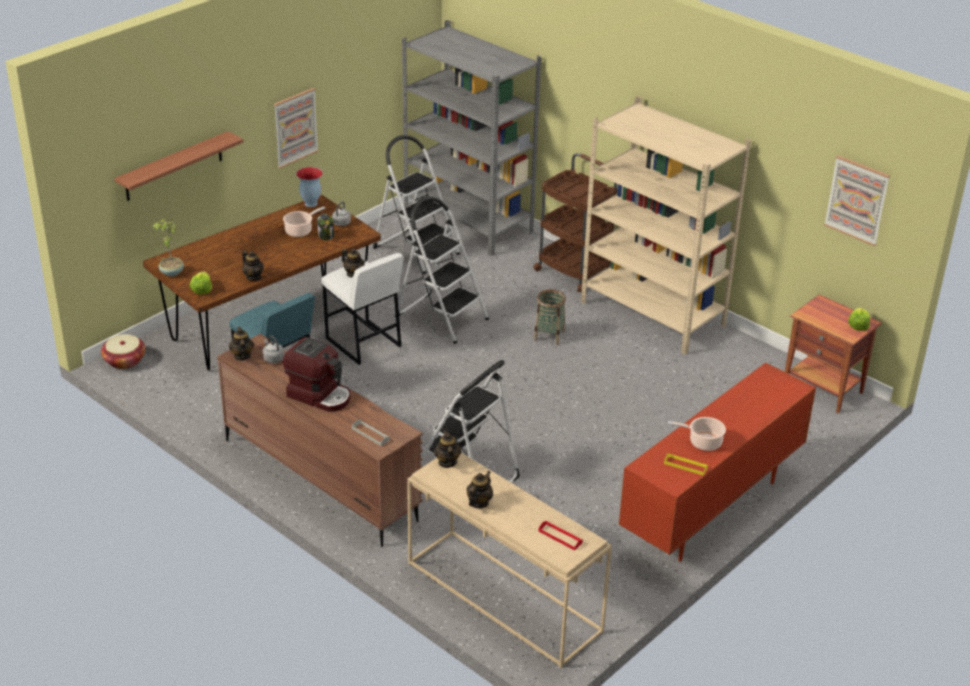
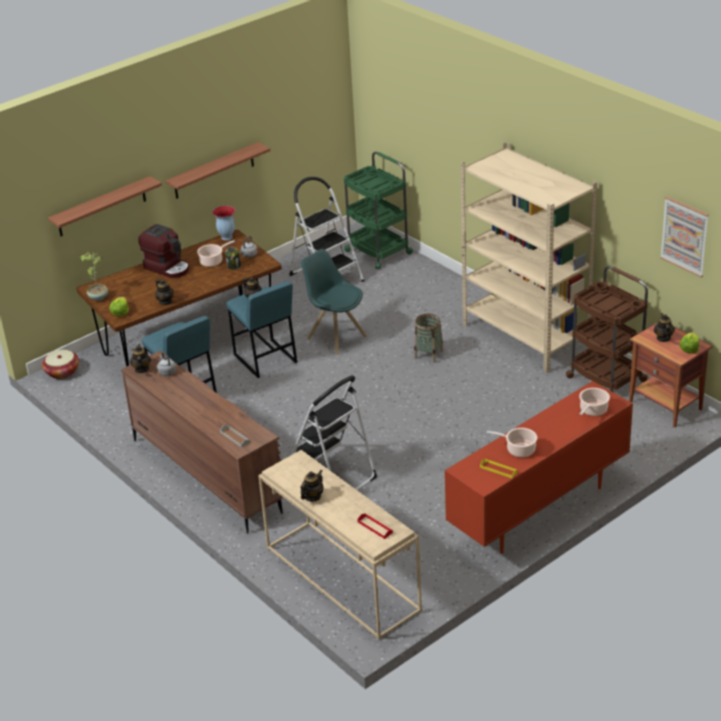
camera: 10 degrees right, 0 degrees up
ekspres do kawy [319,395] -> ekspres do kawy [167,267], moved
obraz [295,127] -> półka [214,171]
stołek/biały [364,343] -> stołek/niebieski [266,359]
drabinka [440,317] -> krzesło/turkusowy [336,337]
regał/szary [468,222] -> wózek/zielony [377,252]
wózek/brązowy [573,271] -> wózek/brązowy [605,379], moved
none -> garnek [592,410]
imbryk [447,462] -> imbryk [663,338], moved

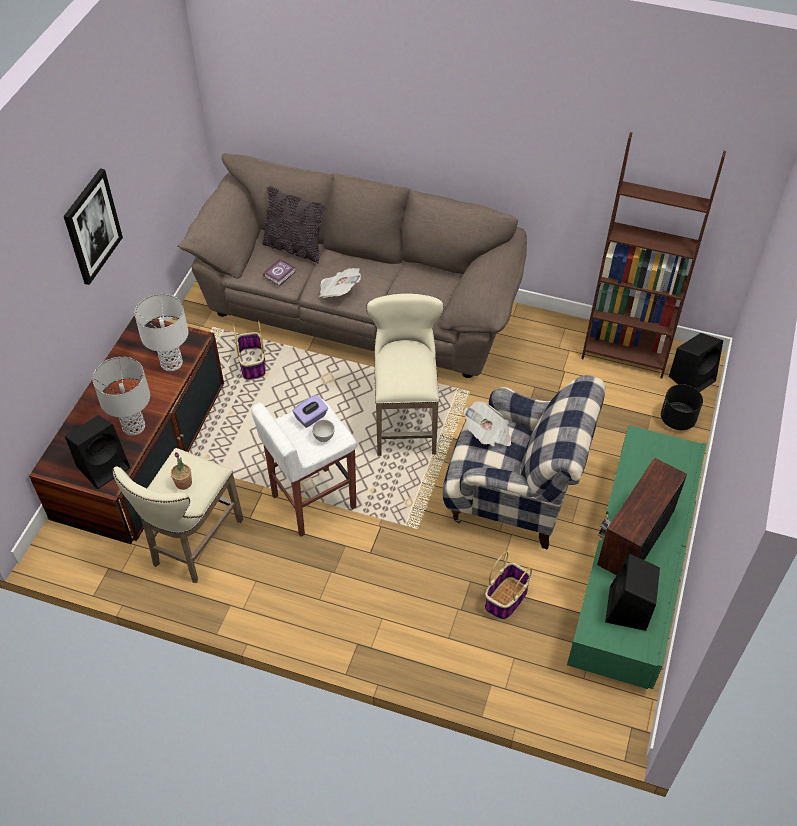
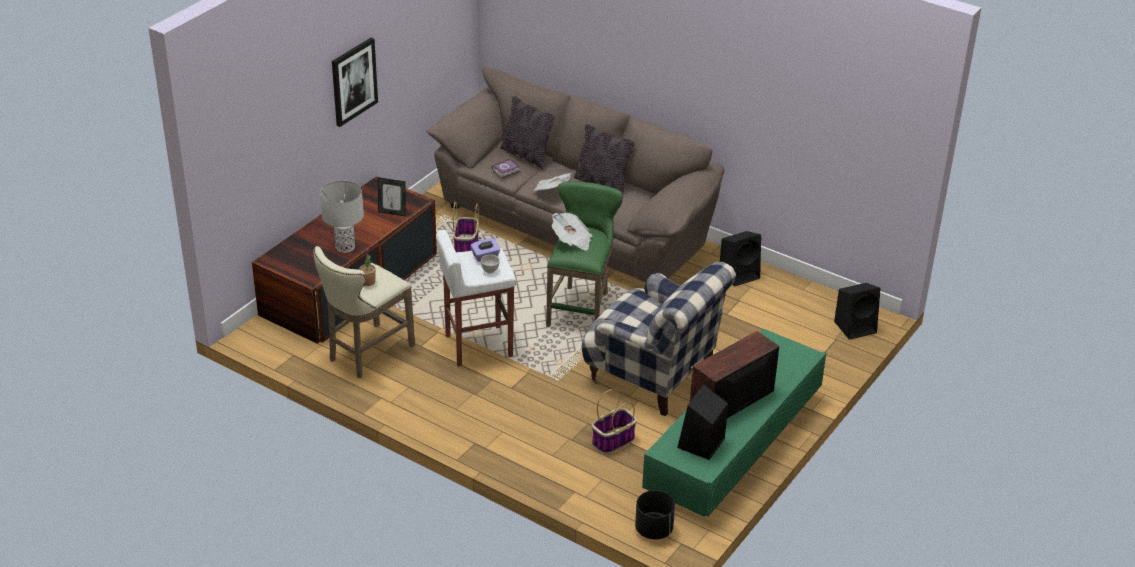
camera: 15 degrees right, 15 degrees down
lampa stołowa/biały [172,362] -> ramka na zdjęcie [392,213]
stołek/beżowy [405,420] -> stołek/zielony [581,307]
gazeta [488,434] -> gazeta [572,241], moved
none -> poduszka/czarny [602,183]
donica/czarny [677,419] -> donica/czarny [654,529], moved
głośnik/czarny [104,466] -> głośnik/czarny [740,274], moved
regał/brązowy [626,351] -> none

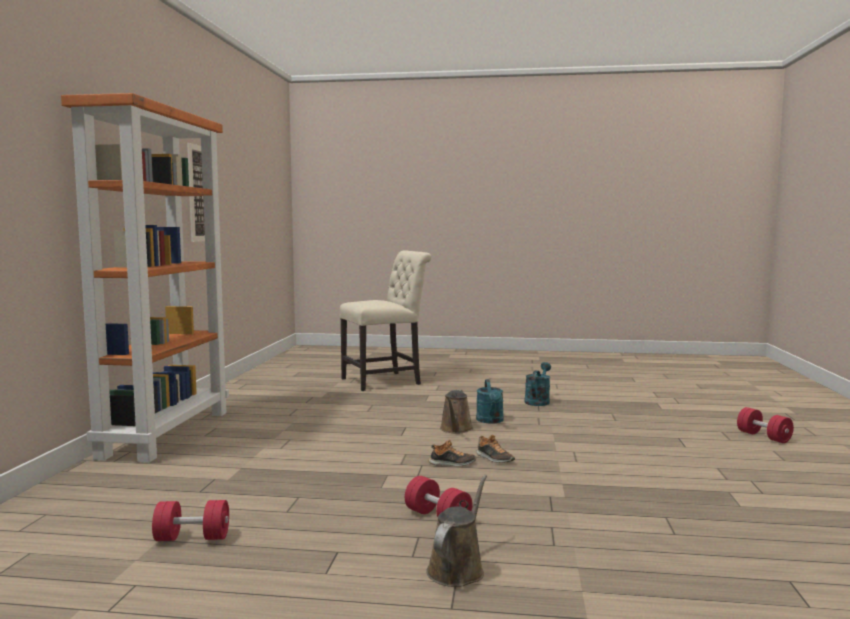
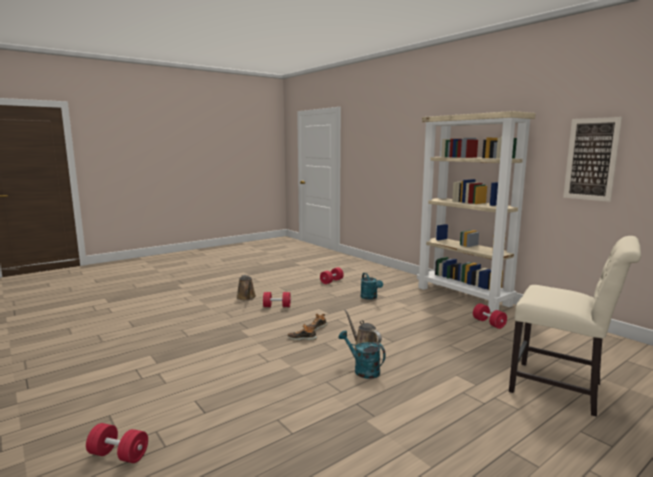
camera: 135 degrees right, 5 degrees up
konewka/turkusowy [538,401] -> konewka/turkusowy [370,297], moved
regał/pomarańczowy [166,433] -> regał/beżowy [464,296]
none -> hantel/czerwony [489,323]
krzesło/beżowy [386,381] -> krzesło/beżowy [562,390], 75 degrees counterclockwise

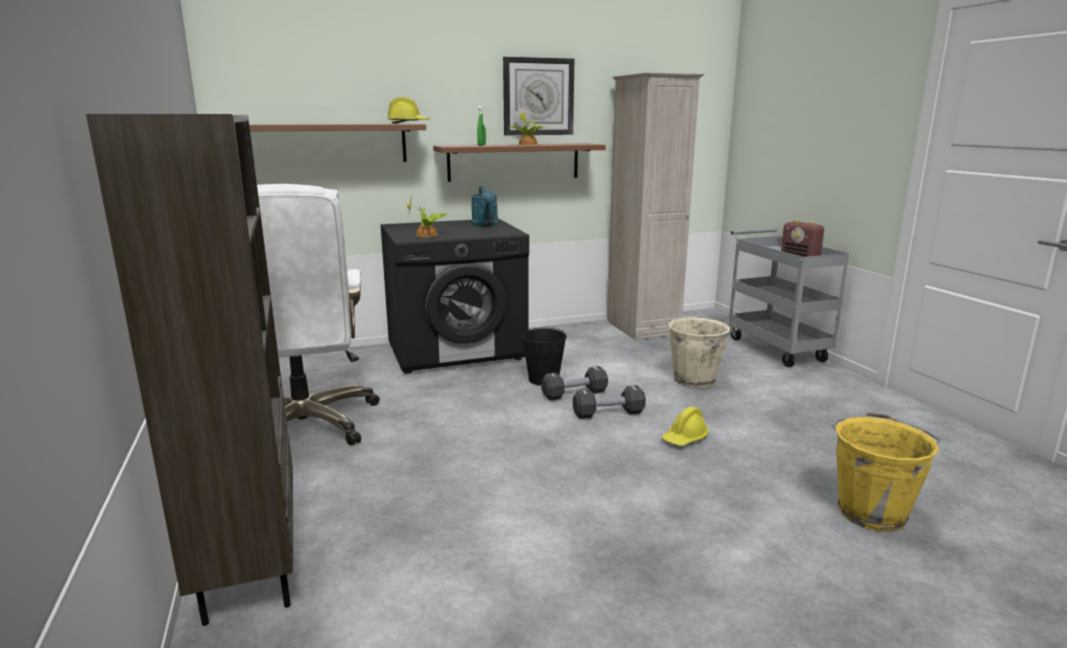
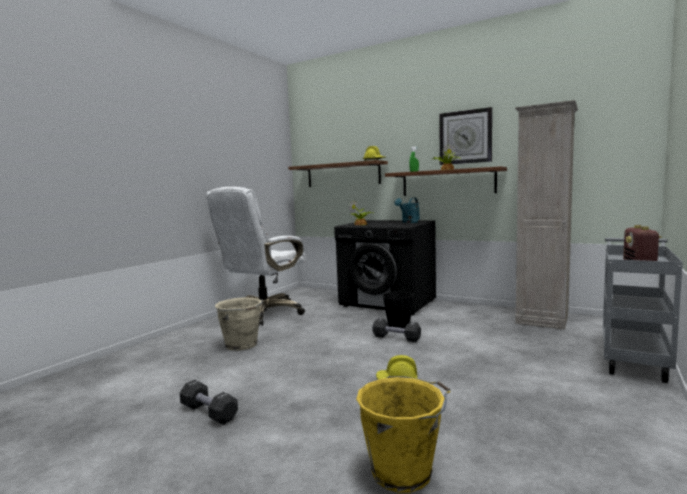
camera: 50 degrees right, 10 degrees down
hantel/czarny [608,413] -> hantel/czarny [209,413], moved
wiadro/beżowy [696,380] -> wiadro/beżowy [242,345], moved
regał/brązowy [248,564] -> none

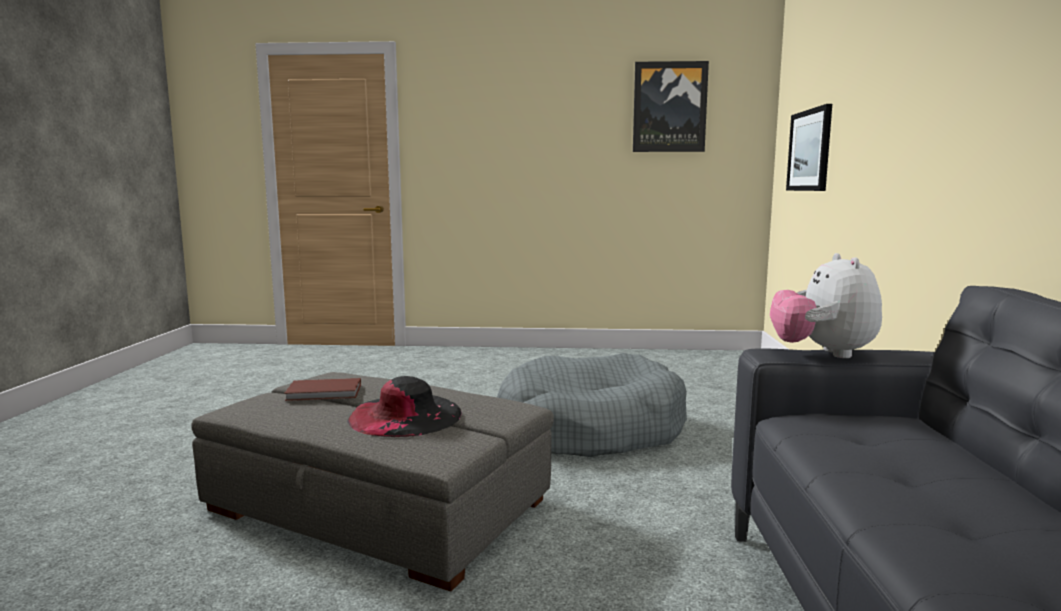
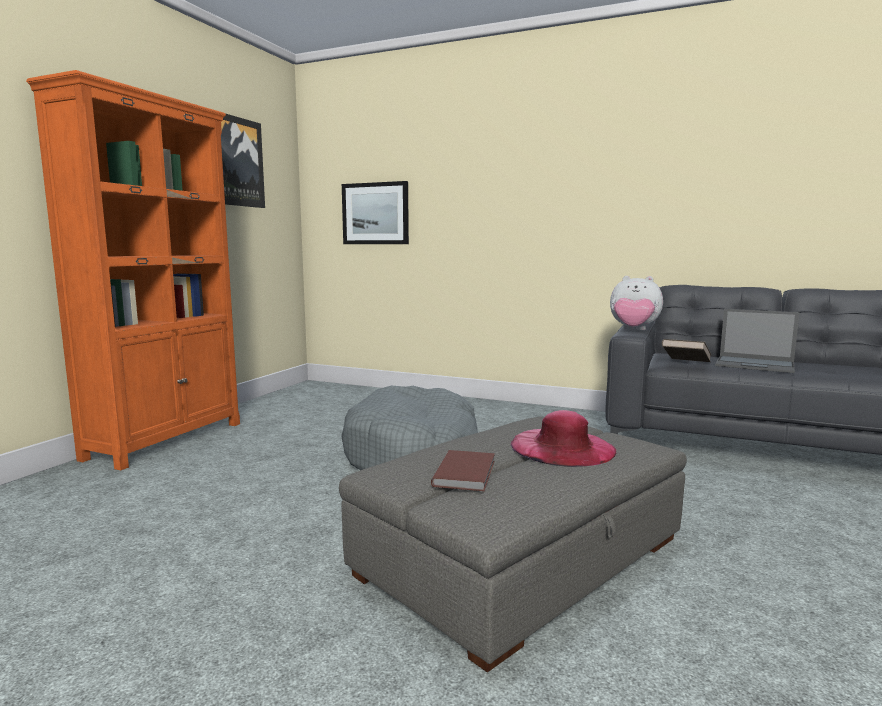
camera: 70 degrees left, 0 degrees up
none -> regał/pomarańczowy [167,440]
kapelusz/czarny [405,416] -> kapelusz/różowy [563,447]
none -> książka/brązowy [685,363]
none -> laptop [755,365]

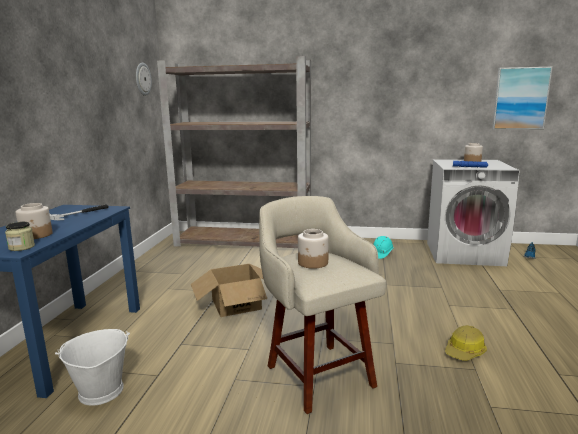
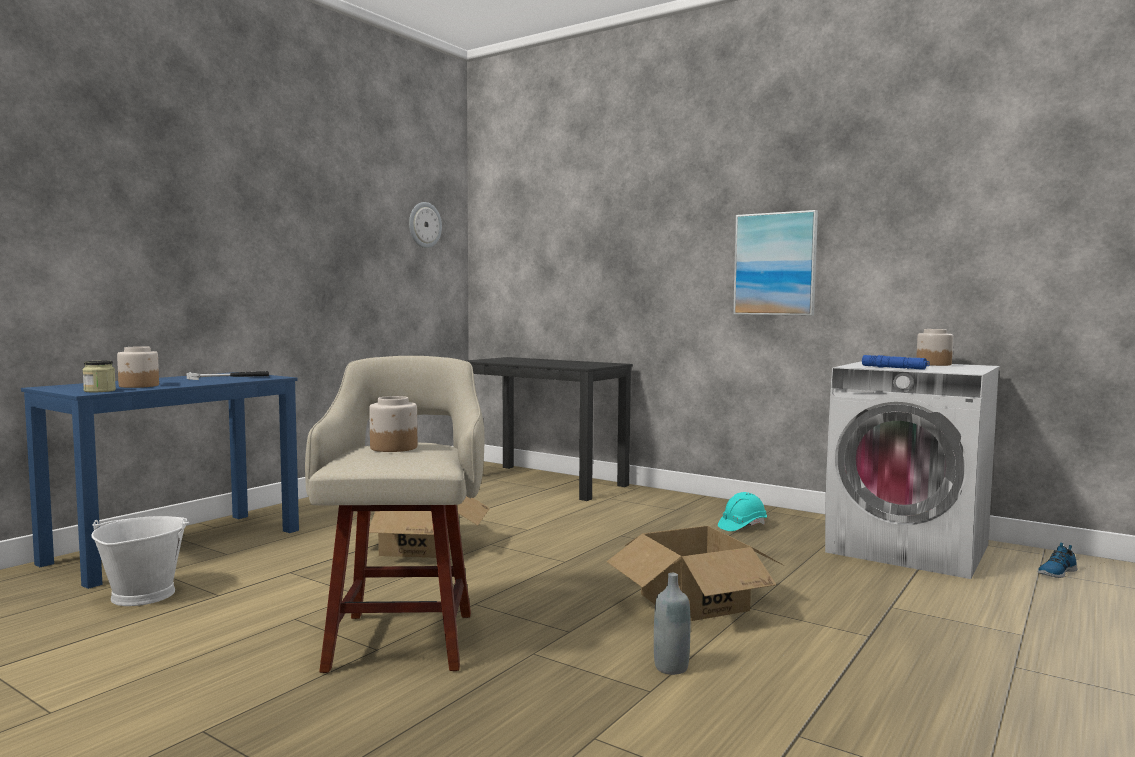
camera: 25 degrees right, 10 degrees down
regał/brązowy [244,241] -> biurko/czarny [544,482]
none -> karton [694,602]
kask [465,352] -> butelka/szary [671,667]
obraz [520,98] -> obraz [775,264], moved

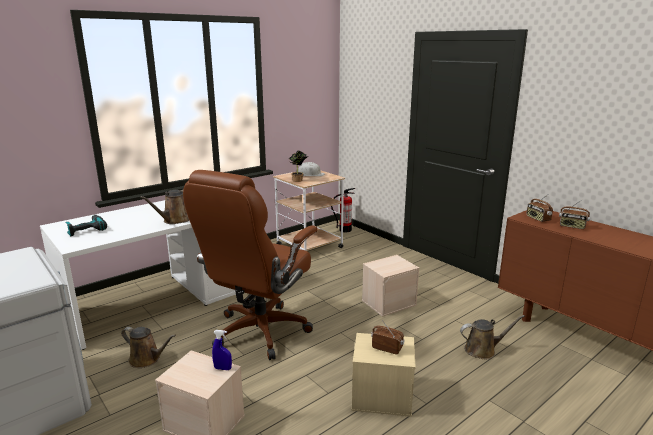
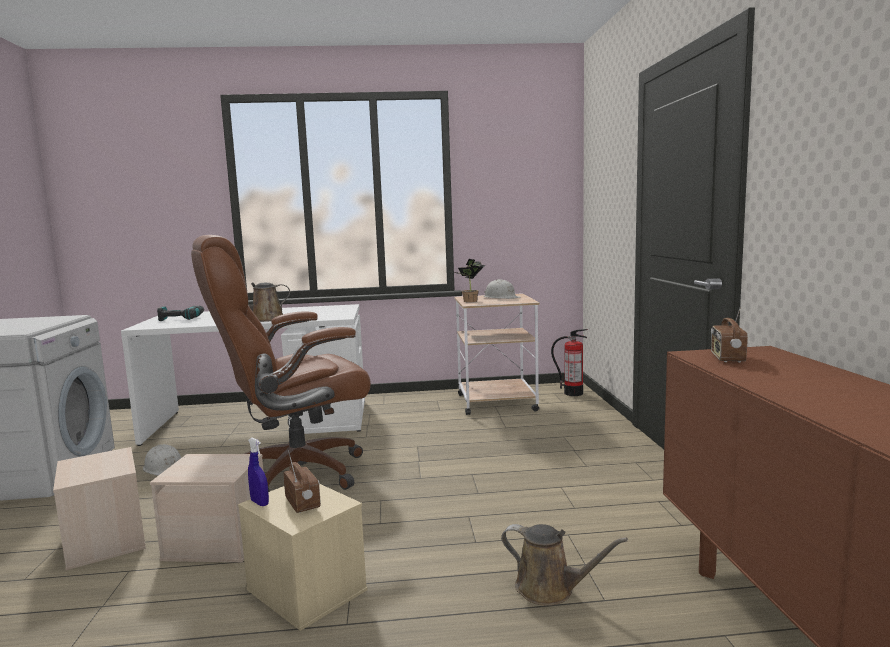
camera: 35 degrees right, 10 degrees down
konewka/brązowy [147,359] -> kask/biały [165,468]
pojemnik do przechowywania/beżowy [389,302] -> pojemnik do przechowywania/beżowy [218,542], moved
spryskiwacz/niebieski [222,368] -> spryskiwacz/niebieski [259,503], moved
radio [572,226] -> none

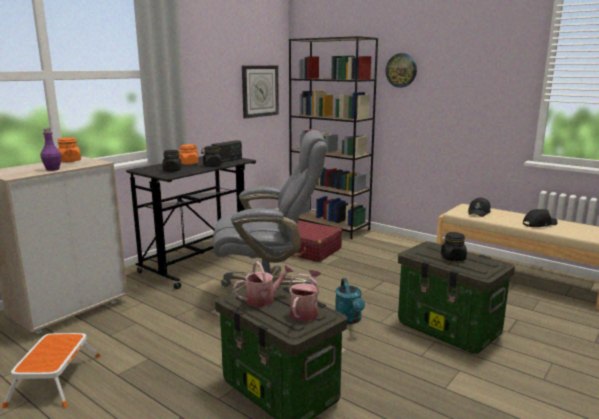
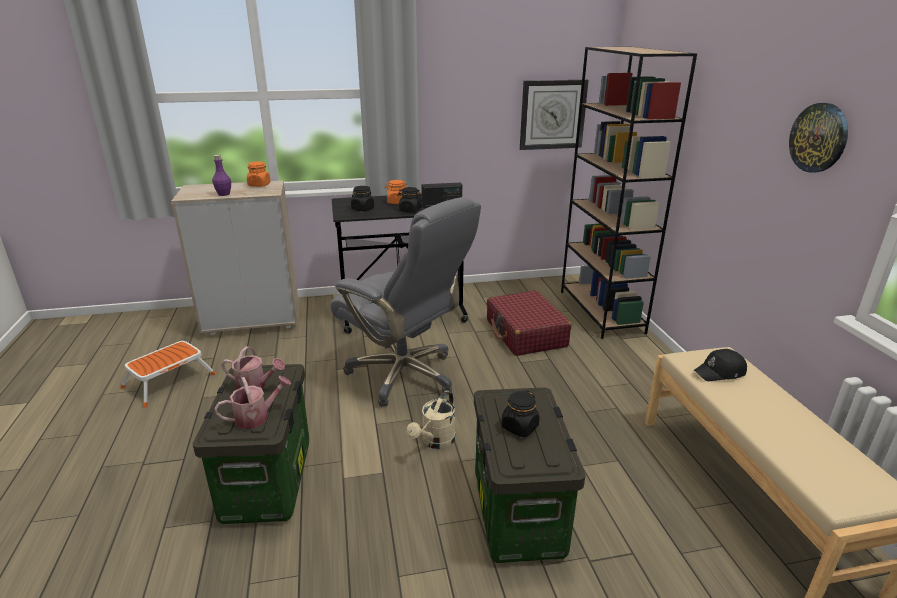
camera: 40 degrees right, 10 degrees up
konewka/turkusowy [349,320] -> konewka/beżowy [435,442]
zegar ścienny [401,70] -> zegar ścienny [819,138], moved
czapka z daszkiem/czarny [539,224] -> none

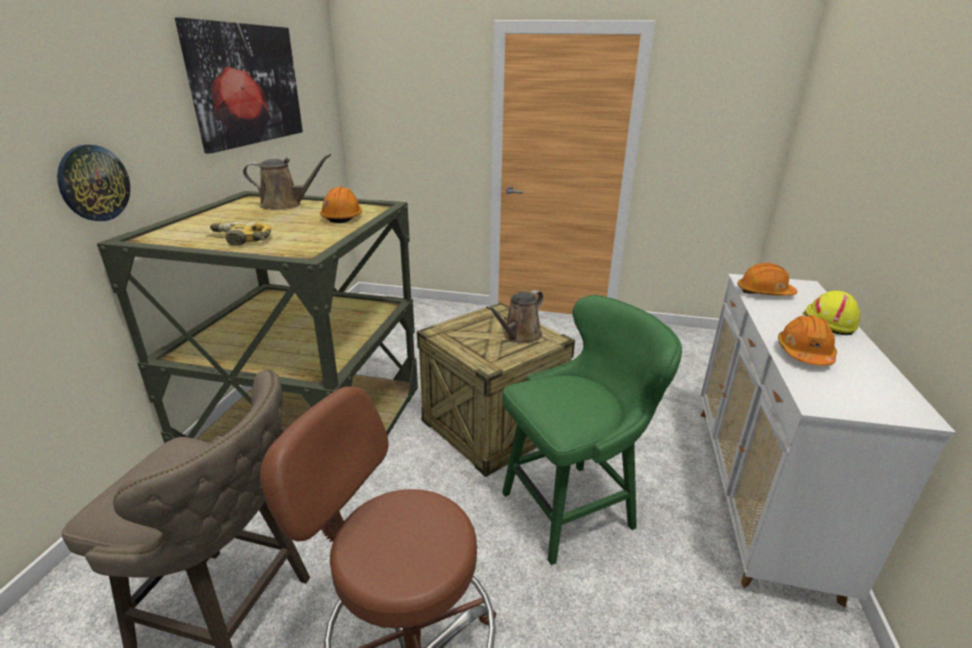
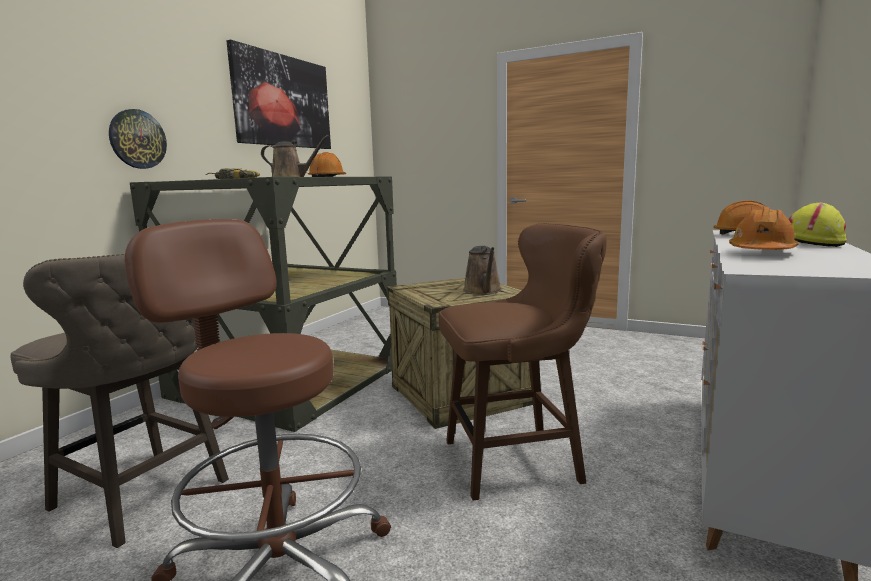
camera: 15 degrees right, 15 degrees down
stołek/zielony [573,508] -> stołek/brązowy [518,460]
konewka/brązowy [519,336] -> konewka/brązowy [483,291], 60 degrees counterclockwise

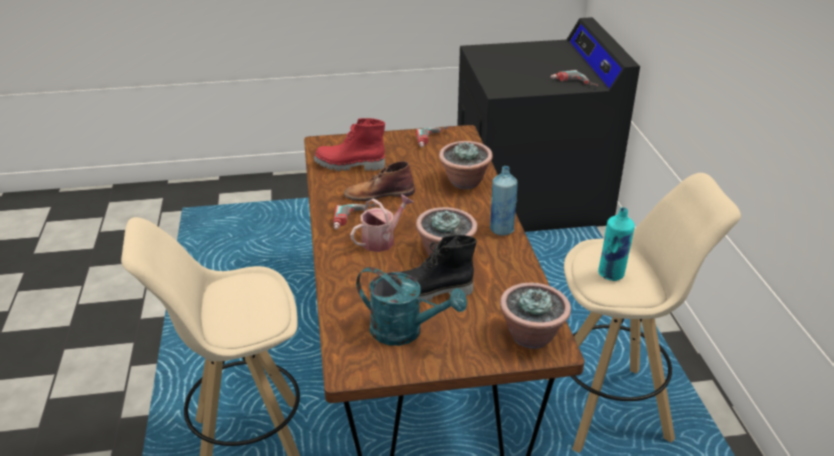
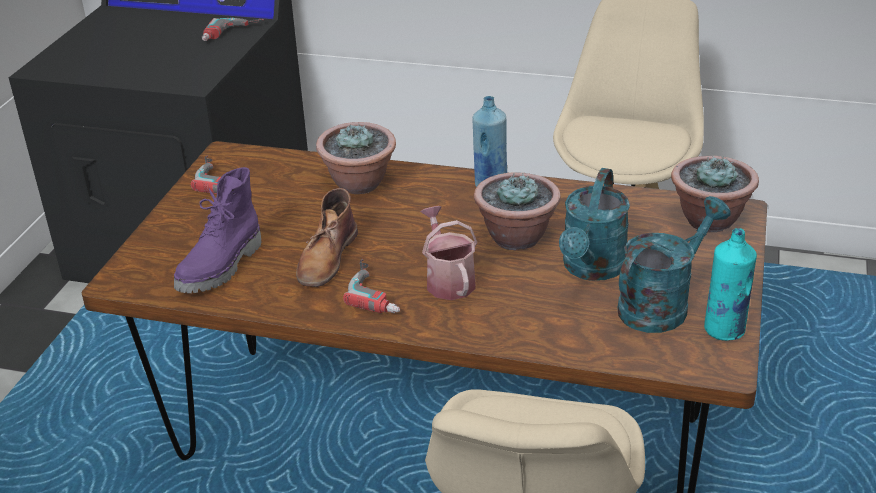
camera: 65 degrees left, 0 degrees up
but z cholewką/czerwony [349,165] -> but z cholewką/fioletowy [222,267]
but z cholewką/czarny [428,293] -> konewka/turkusowy [591,269]
butelka/turkusowy [611,274] -> butelka/turkusowy [724,330], moved

